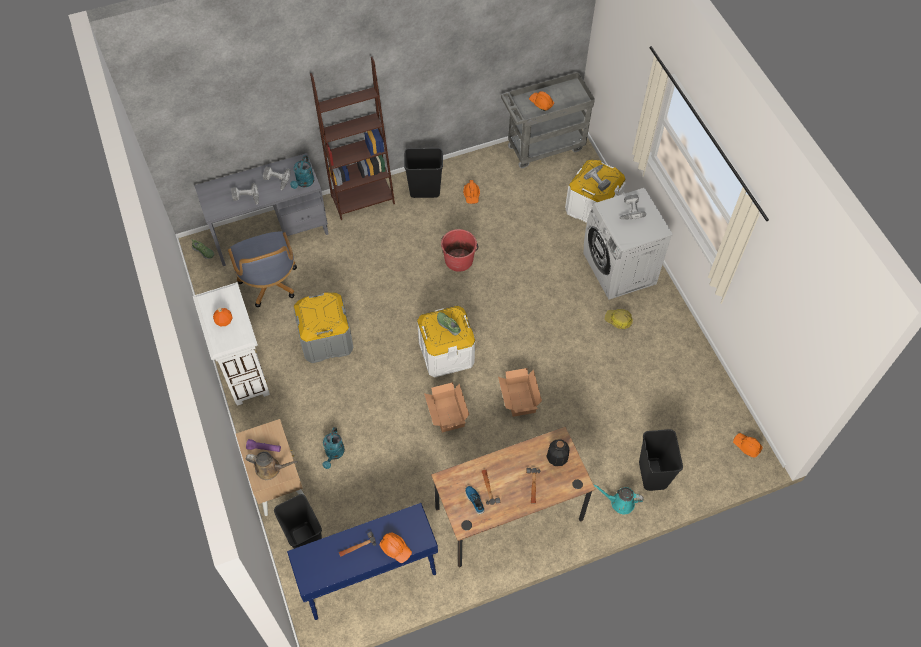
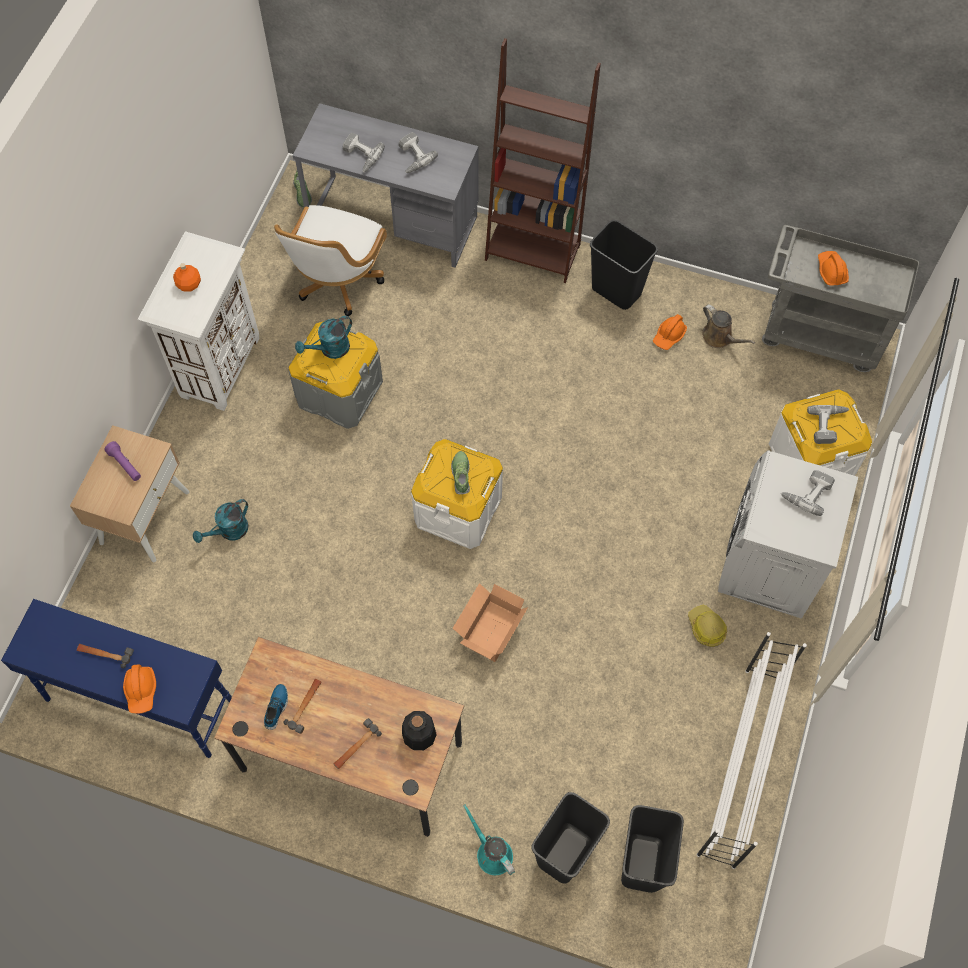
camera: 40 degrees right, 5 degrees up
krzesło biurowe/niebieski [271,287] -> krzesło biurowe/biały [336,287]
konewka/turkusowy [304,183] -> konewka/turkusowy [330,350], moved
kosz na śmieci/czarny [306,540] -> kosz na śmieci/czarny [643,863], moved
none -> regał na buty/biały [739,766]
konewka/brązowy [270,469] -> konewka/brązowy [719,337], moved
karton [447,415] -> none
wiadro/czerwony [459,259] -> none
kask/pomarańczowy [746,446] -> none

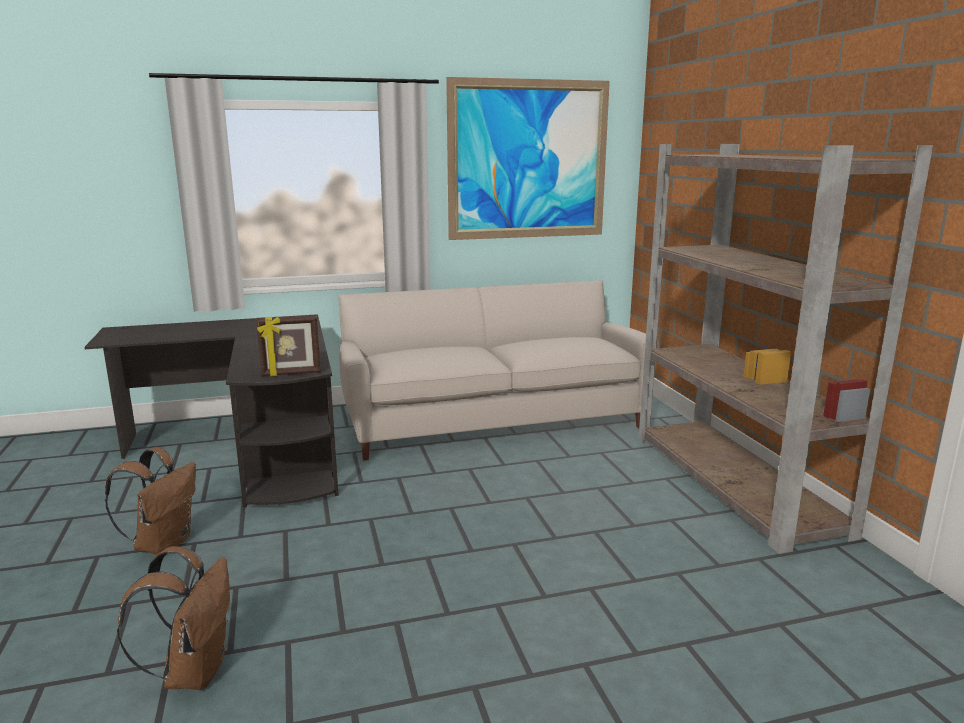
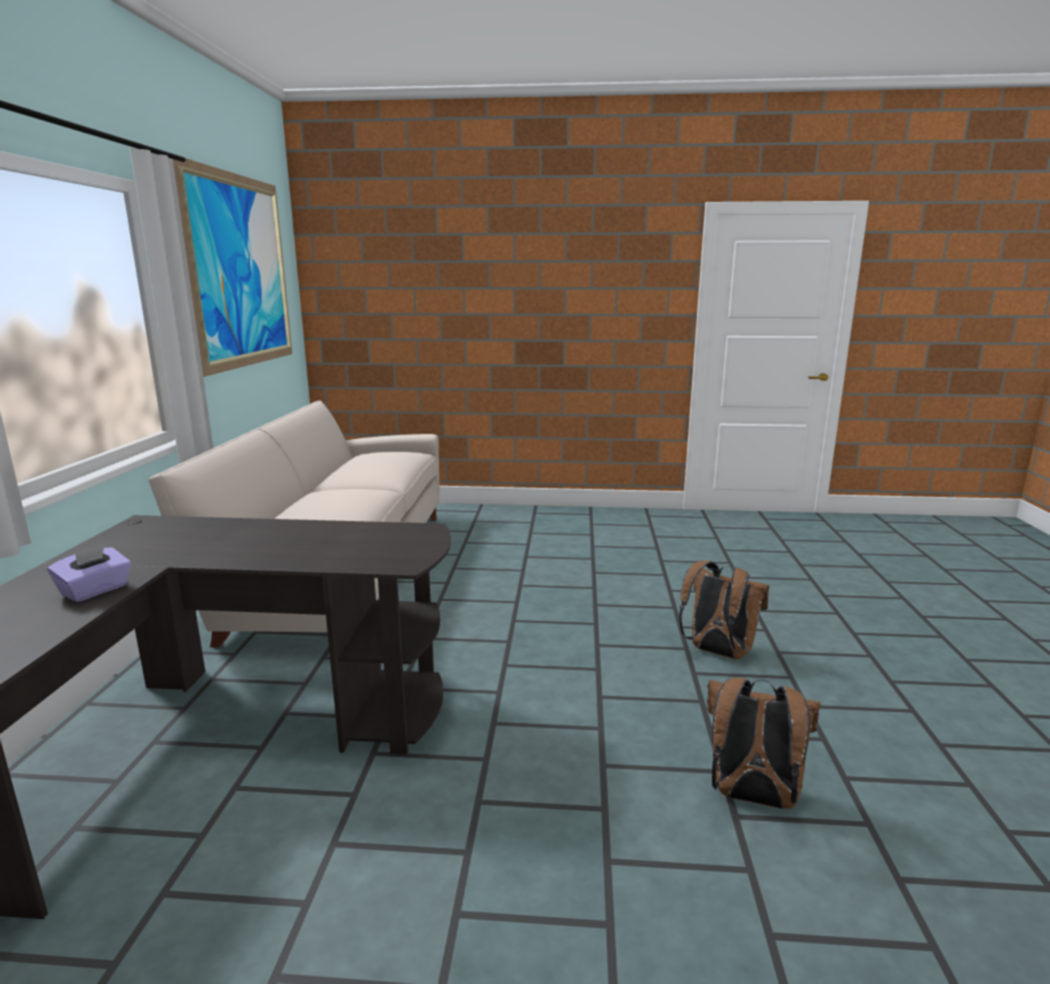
camera: 70 degrees left, 0 degrees up
none -> pudełko chusteczek/fioletowy [95,590]
plecak/brązowy [163,544] -> plecak/brązowy [717,652], moved
ramka na zdjęcie [291,374] -> none
regał/brązowy [734,482] -> none

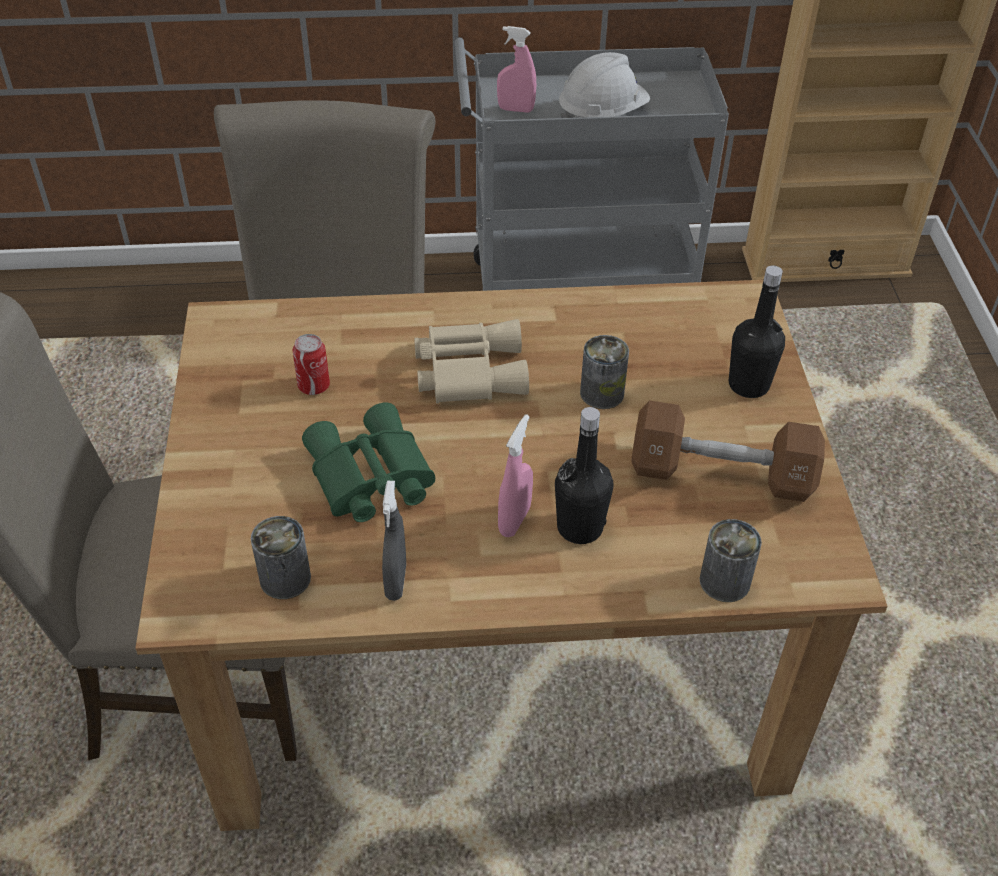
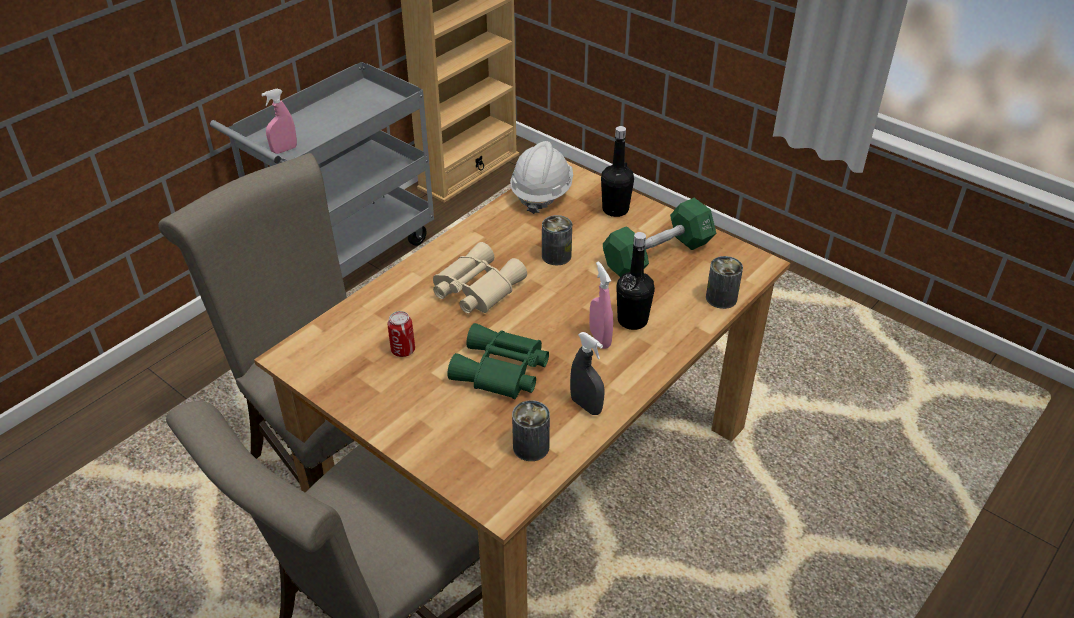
camera: 45 degrees left, 5 degrees down
kask/biały [602,114] -> kask/biały [541,193], moved
hantel/brązowy [721,474] -> hantel/zielony [658,255]

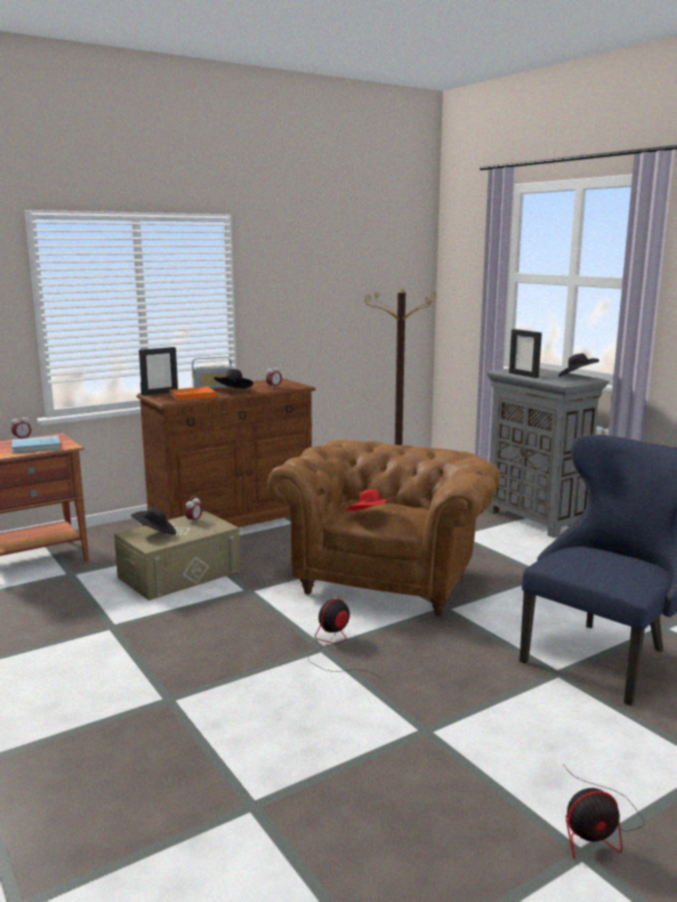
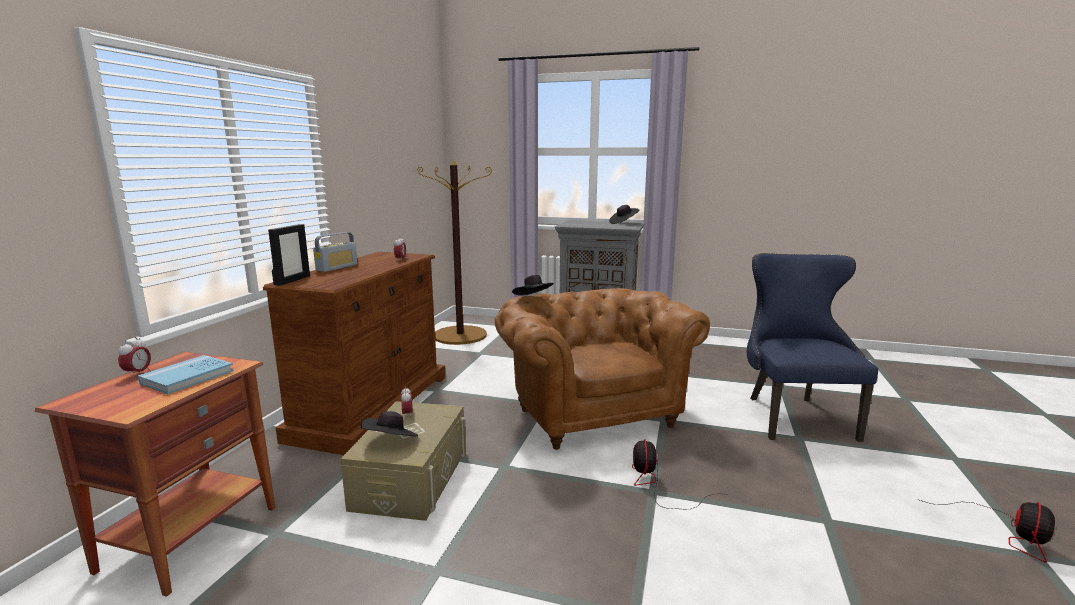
camera: 40 degrees left, 0 degrees up
kapelusz/czarny [234,391] -> kapelusz/czarny [533,299], moved
książka/pomarańczowy [192,396] -> none
kapelusz/czerwony [370,516] -> none
ramka na zdjęcie [524,375] -> none

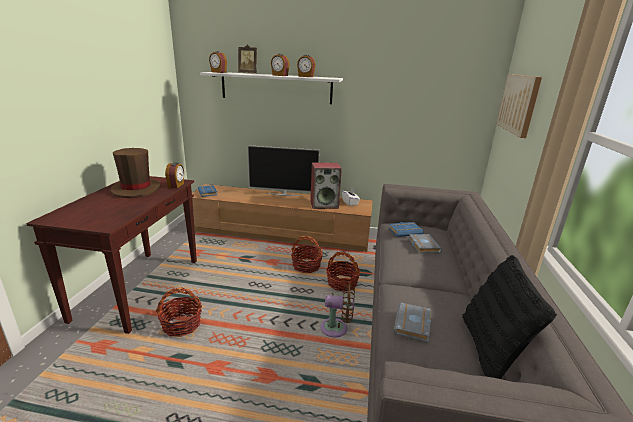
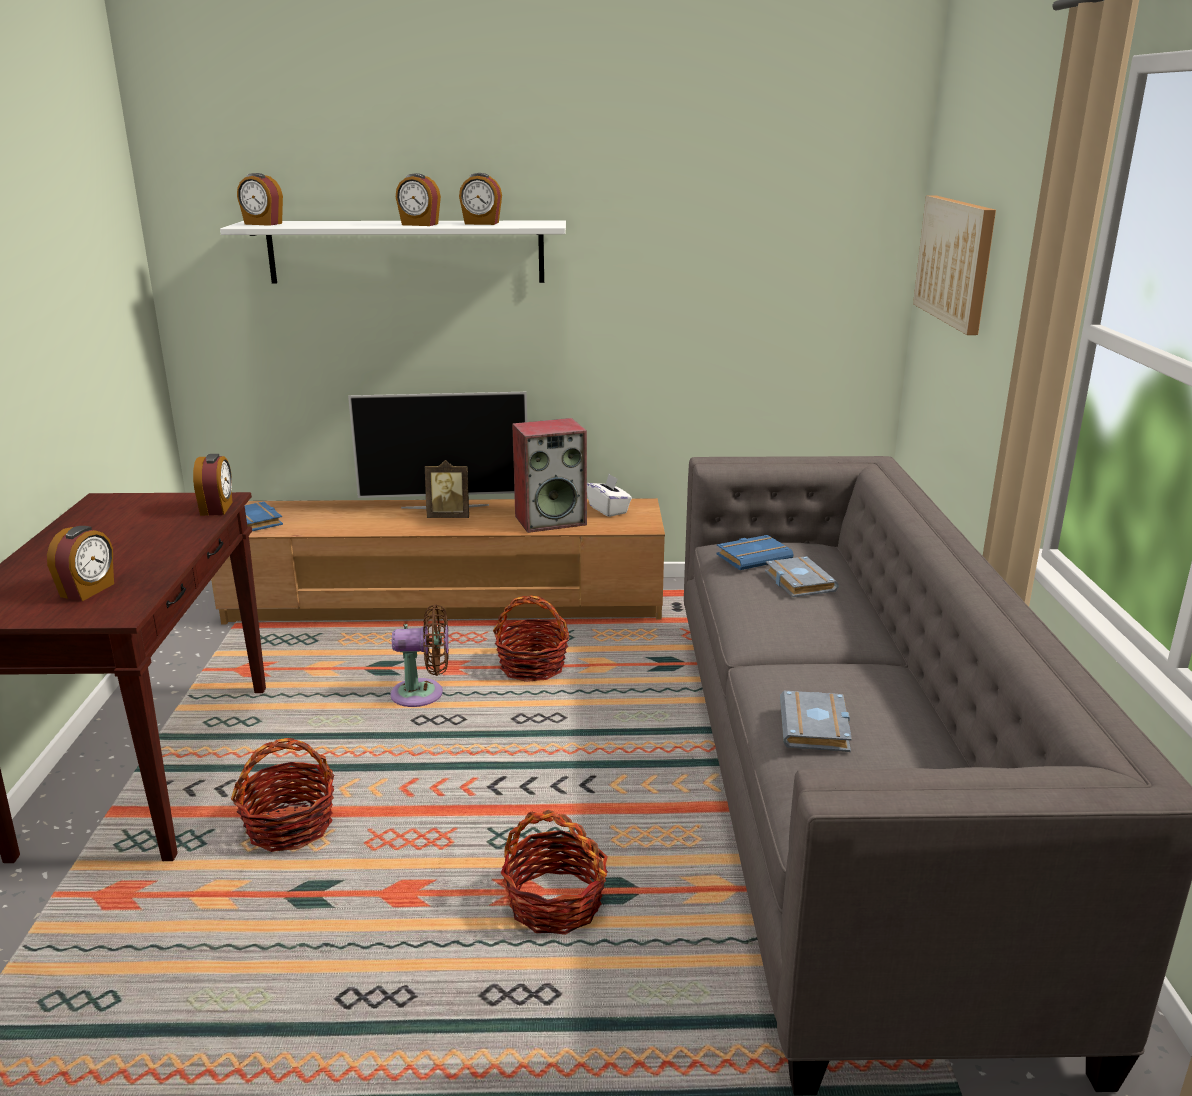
camera: 10 degrees left, 0 degrees up
none -> budzik [88,590]
wentylator/brązowy [337,328] -> wentylator/brązowy [423,694], moved
ramka na zdjęcie [248,73] -> ramka na zdjęcie [449,516], moved
koszyk [342,283] -> koszyk [555,904], moved
kapelusz/brązowy [136,189] -> none
poduszka/czarny [491,351] -> none

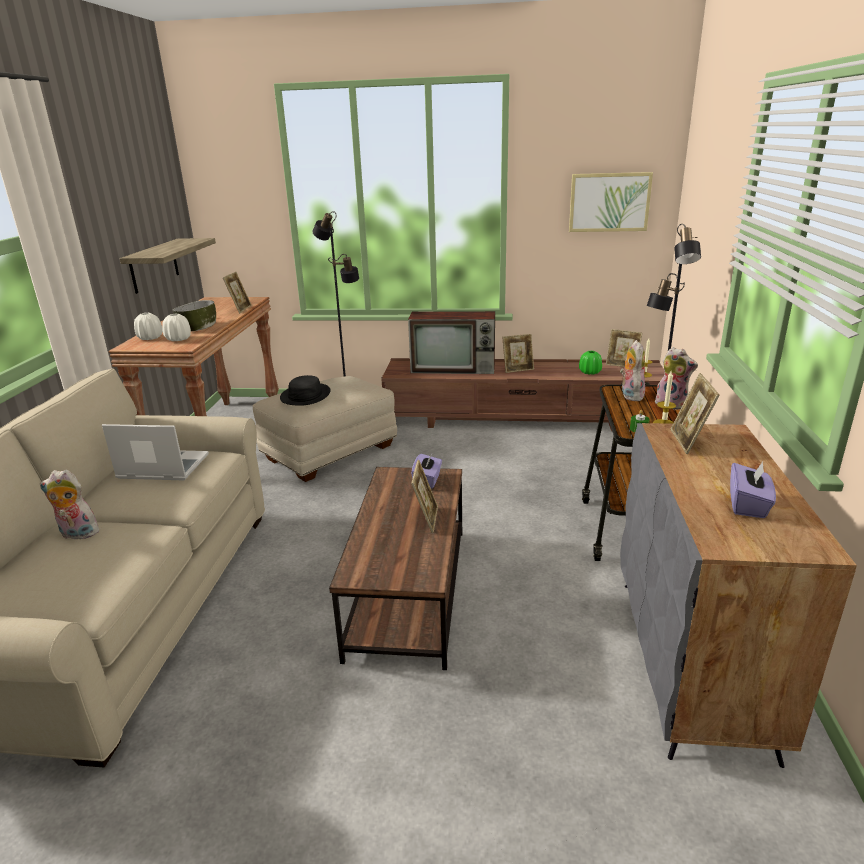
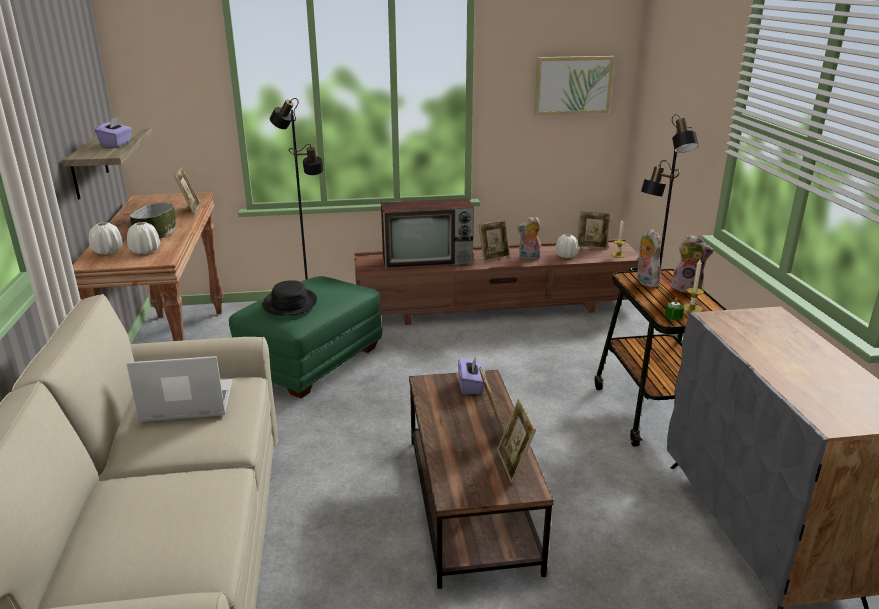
camera: 15 degrees left, 0 degrees up
pudełko chusteczek/fioletowy [748,505] -> pudełko chusteczek/fioletowy [116,144], moved
pufa/beżowy [329,452] -> pufa/zielony [311,362]
ramka na zdjęcie [689,441] -> ramka na zdjęcie [514,465], moved
pluszak [77,534] -> pluszak [529,258], moved
wazon/zielony [590,372] -> wazon/biały [566,256]

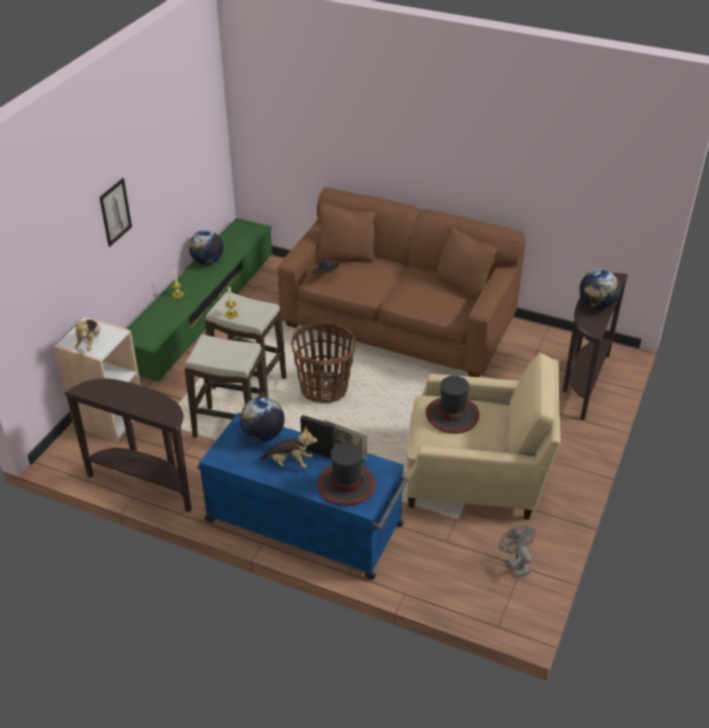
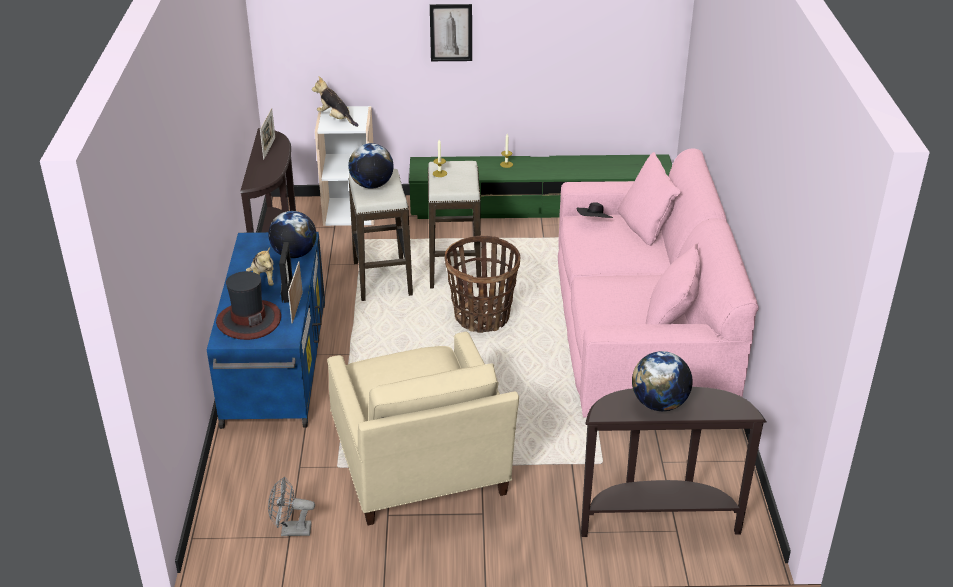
camera: 65 degrees right, 5 degrees down
none -> ramka na zdjęcie [269,148]
wentylator/szary [515,564] -> wentylator/szary [291,530], 135 degrees counterclockwise
pluszak [89,342] -> pluszak [336,119], 60 degrees clockwise
globus [207,261] -> globus [372,185], moved
kanapa/brązowy [398,324] -> kanapa/różowy [638,335]
kapelusz [452,415] -> none

